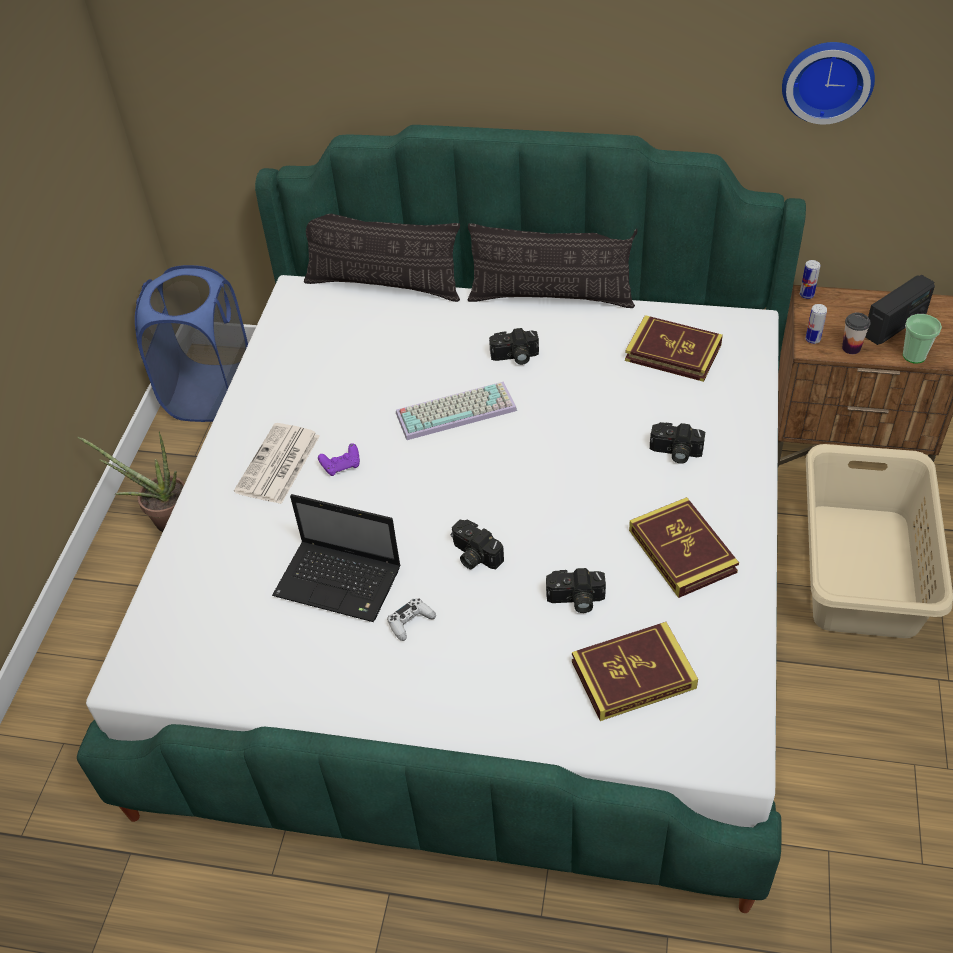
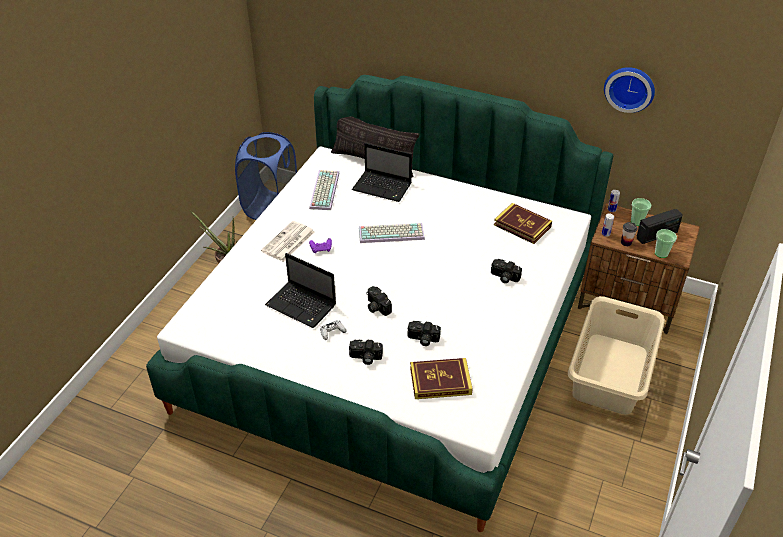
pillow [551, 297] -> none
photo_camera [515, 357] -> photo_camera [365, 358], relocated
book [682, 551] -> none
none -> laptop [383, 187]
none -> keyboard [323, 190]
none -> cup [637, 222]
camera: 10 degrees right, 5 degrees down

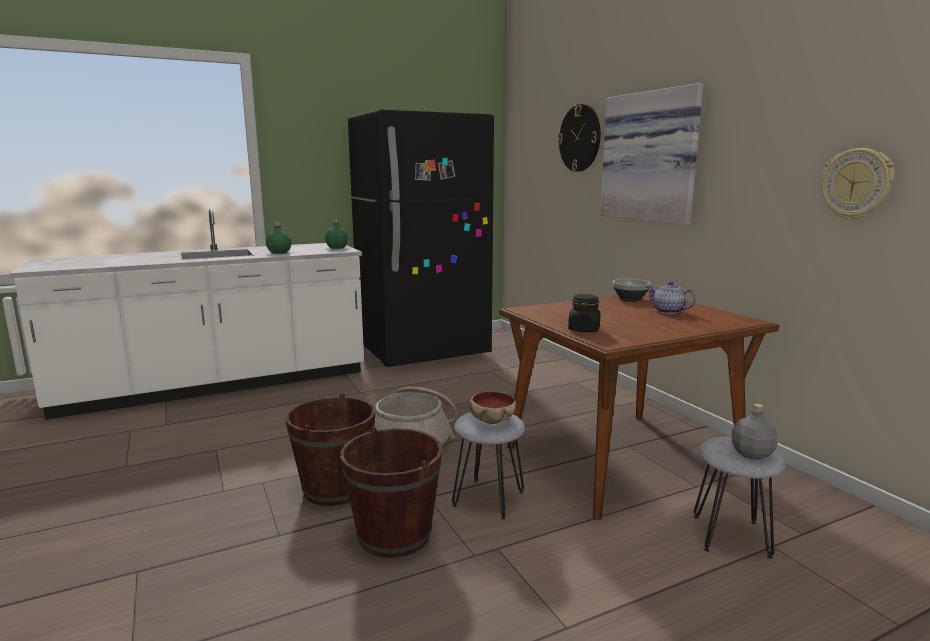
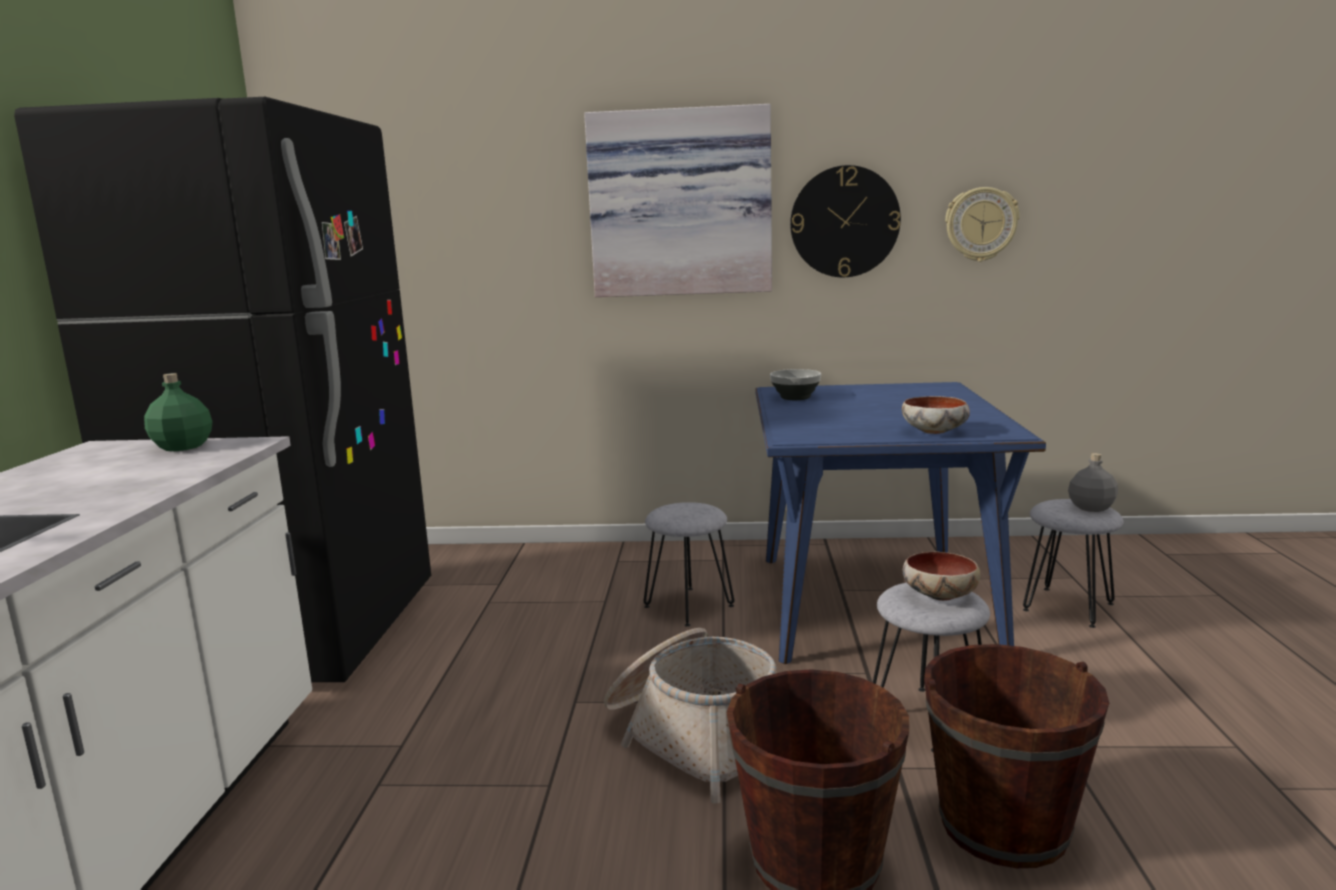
wall_clock [580, 138] -> wall_clock [844, 222], relocated
green_bottle [279, 252] -> none
teapot [668, 311] -> none
brown_dining_table [621, 459] -> blue_dining_table [873, 605]
black_jar [584, 329] -> bowl [935, 432]
none -> grey_stool [688, 606]
camera: 60 degrees left, 0 degrees up

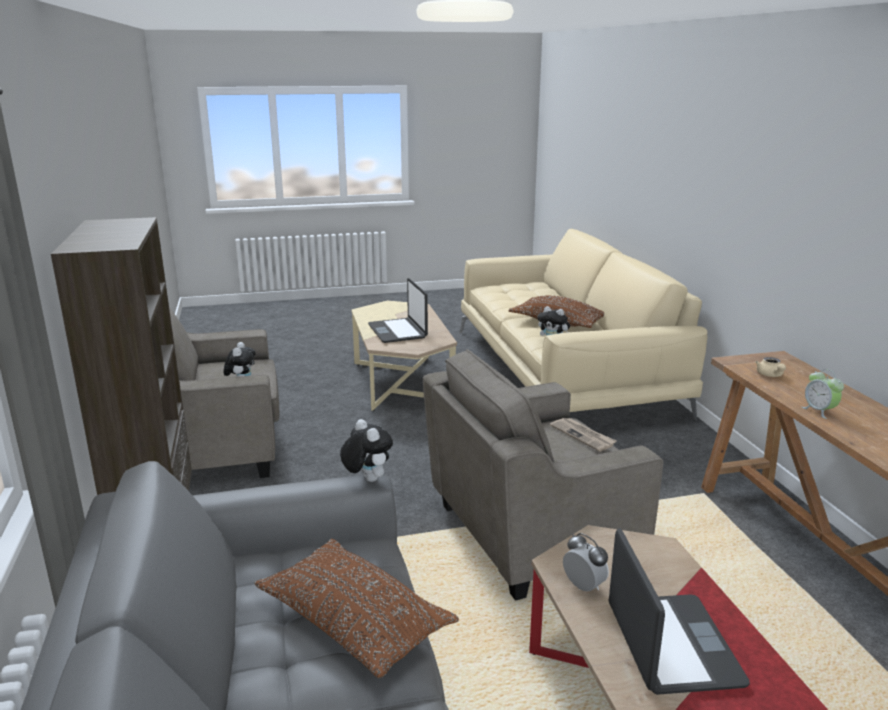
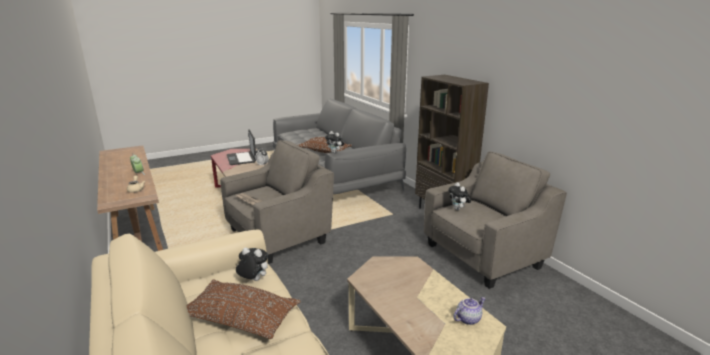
laptop [398, 331] -> none
none -> teapot [468, 319]
camera: 165 degrees right, 0 degrees up

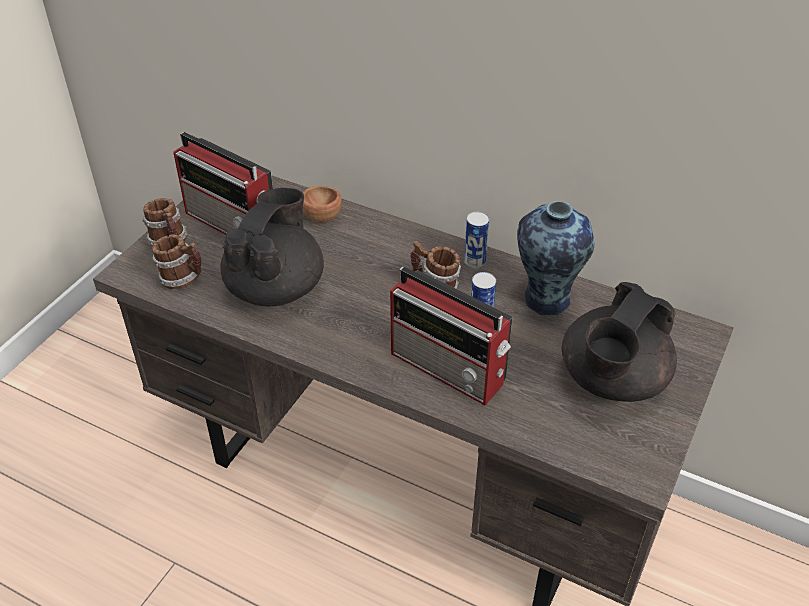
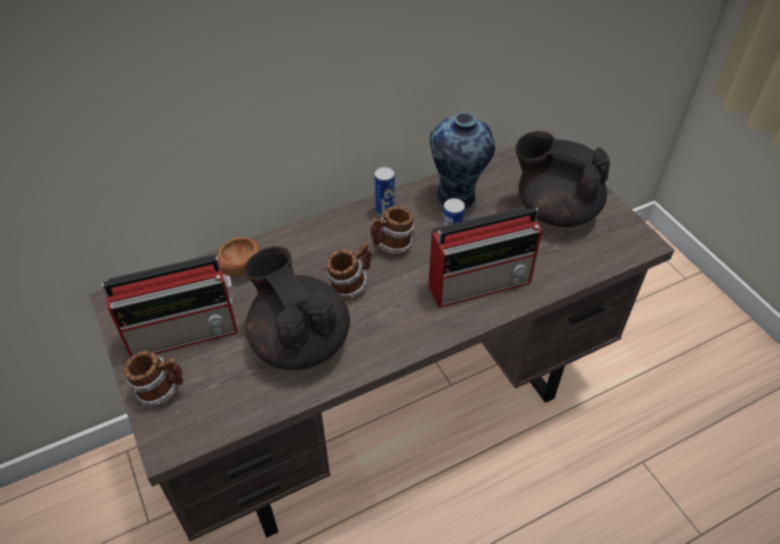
mug [183, 279] -> mug [350, 286], relocated
black_teapot [611, 381] -> black_teapot [555, 210], 135 degrees clockwise
camera: 55 degrees left, 5 degrees up

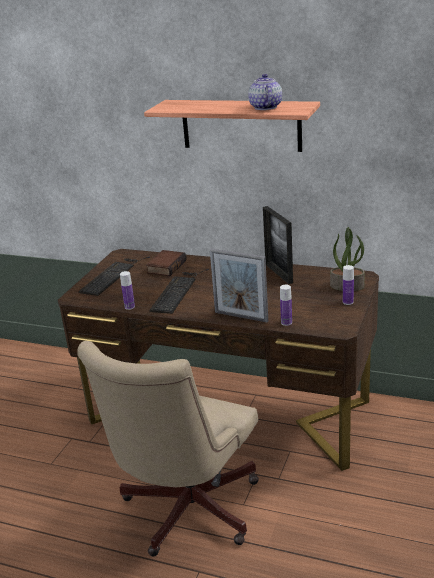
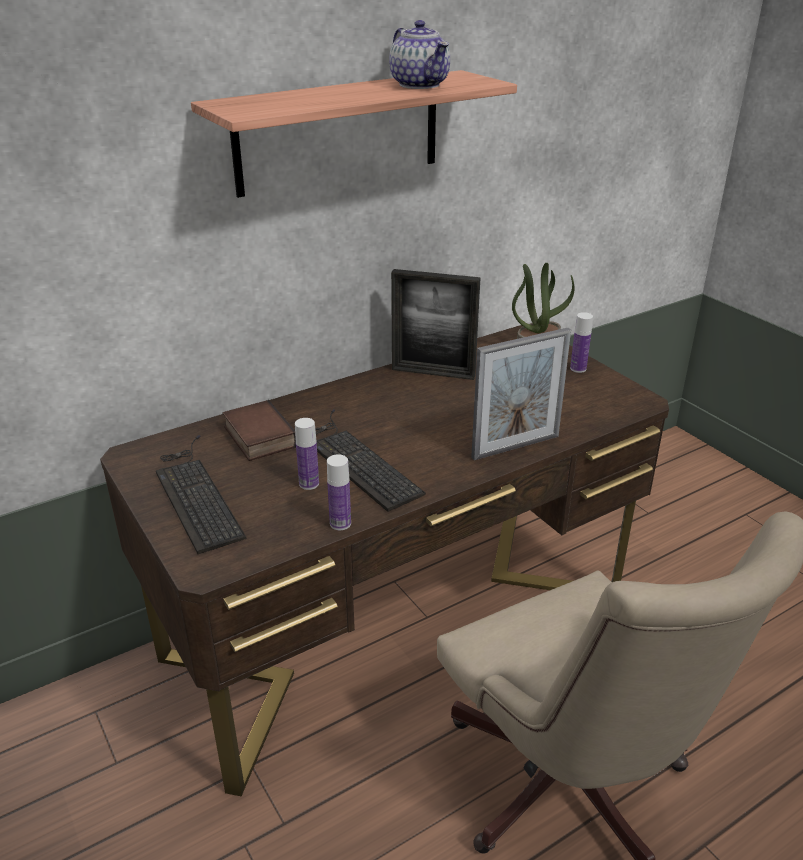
teapot [265, 107] -> teapot [420, 85], 150 degrees counterclockwise
bottle [286, 322] -> bottle [309, 484], relocated
camera: 55 degrees left, 5 degrees up

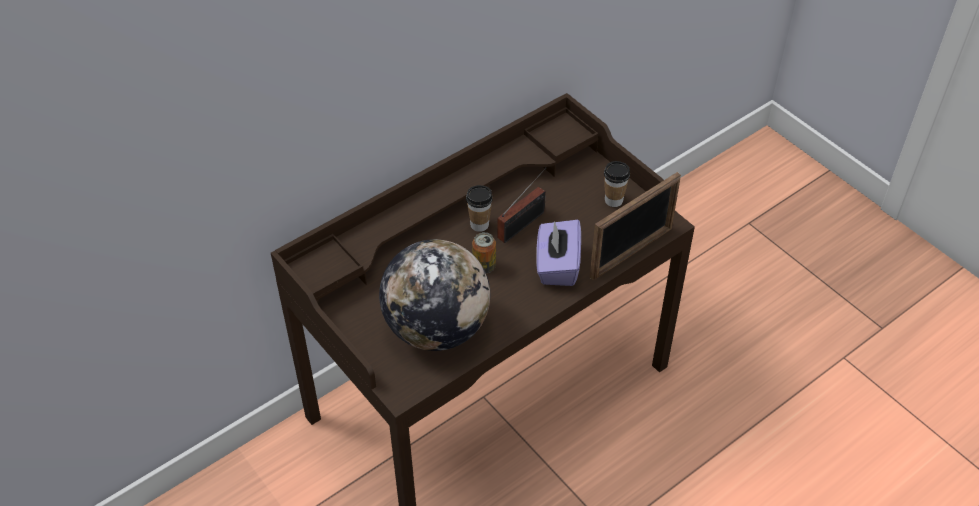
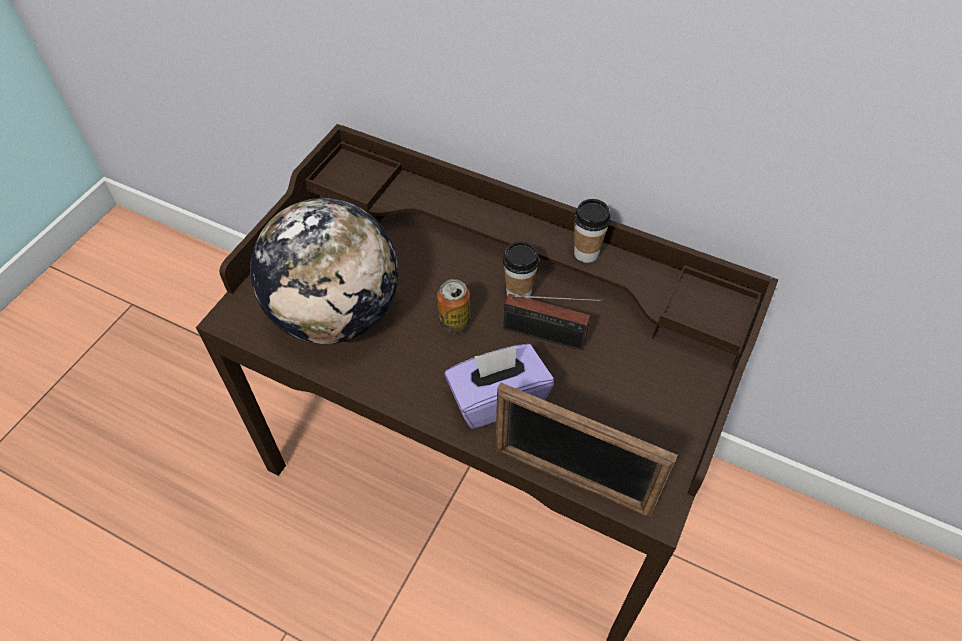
cup [613, 200] -> cup [586, 253], relocated
camera: 65 degrees right, 5 degrees up

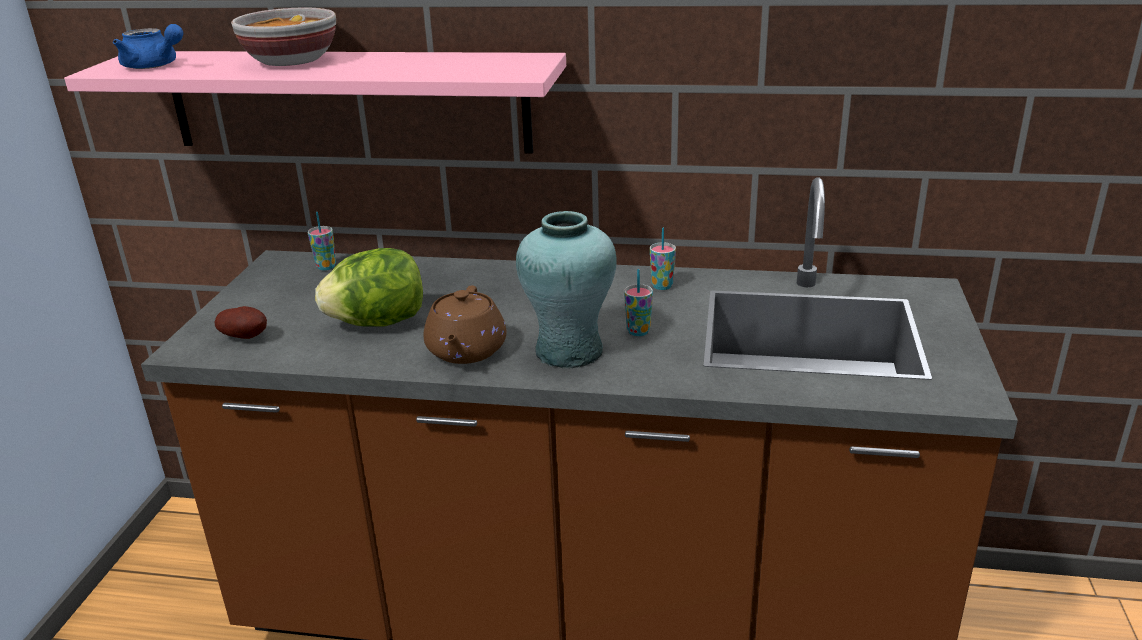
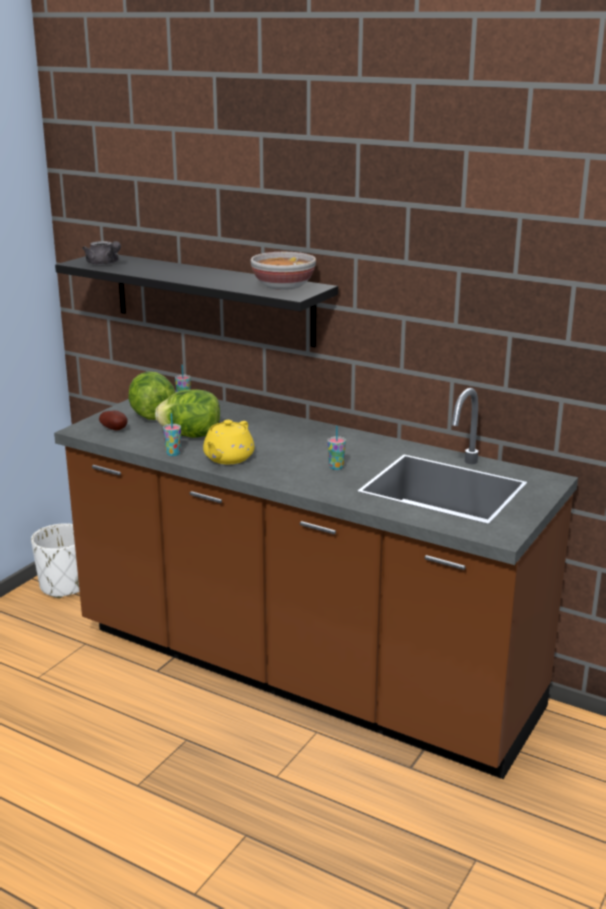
bowl [290, 61] -> bowl [282, 286], relocated
blue_teapot [154, 66] -> grey_teapot [104, 264]
pink_shelf [347, 101] -> black_shelf [212, 298]
turquoise_vase [568, 351] -> none
cup [662, 286] -> cup [173, 453], relocated
brown_teapot [466, 351] -> yellow_teapot [228, 458]
none -> lettuce [152, 415]
none -> white_planter [64, 586]
camera: 20 degrees right, 5 degrees down

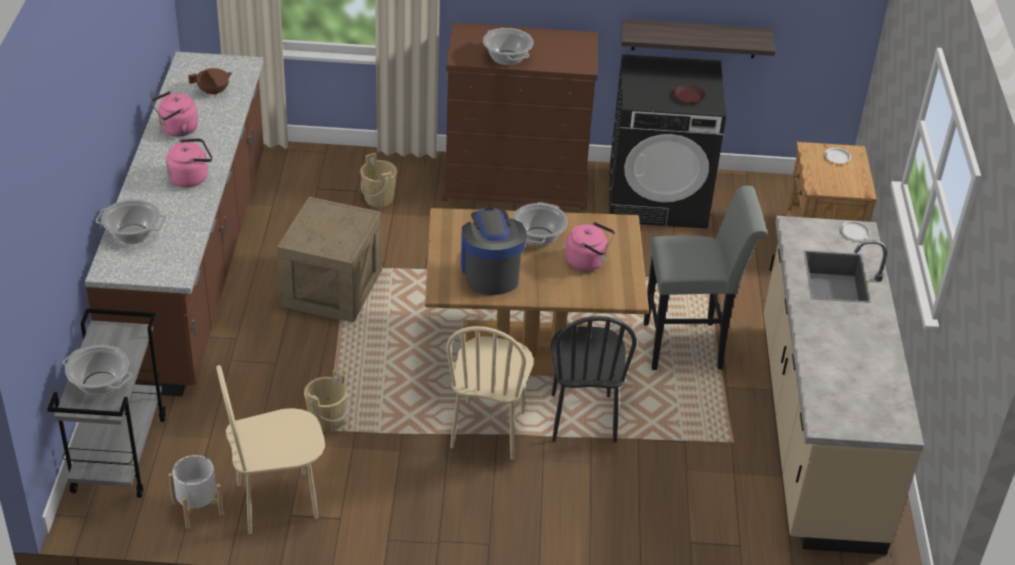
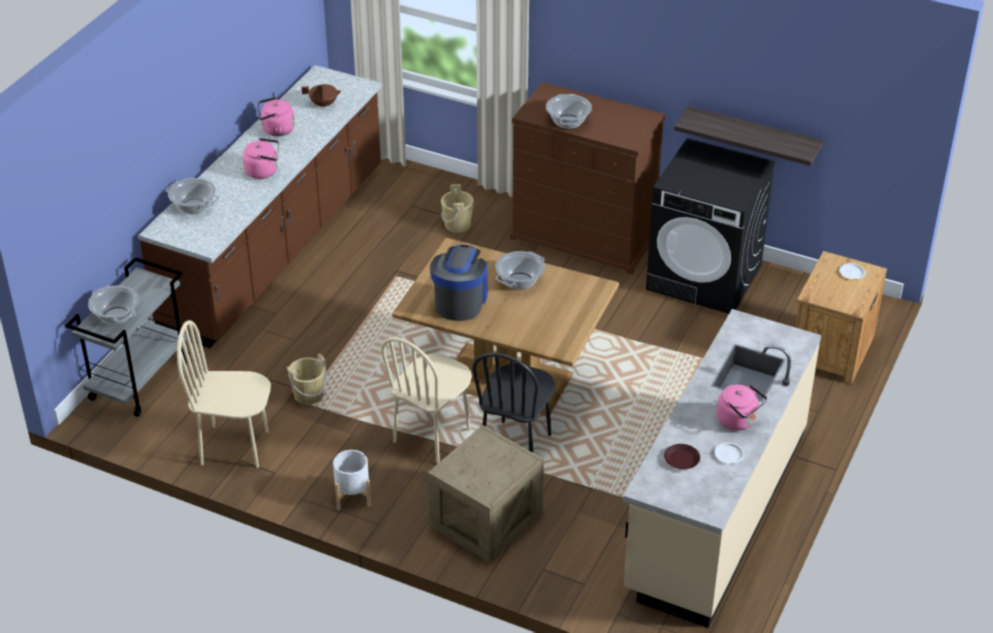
brown_plate [689, 97] -> brown_plate [682, 459], relocated
grey_stool [689, 346] -> none
crate [331, 289] -> crate [485, 520], relocated
white_plate [855, 232] -> white_plate [729, 455], relocated
pink_kettle [588, 261] -> pink_kettle [739, 421], relocated
white_planter [197, 508] -> white_planter [353, 496], relocated
camera: 25 degrees right, 0 degrees up

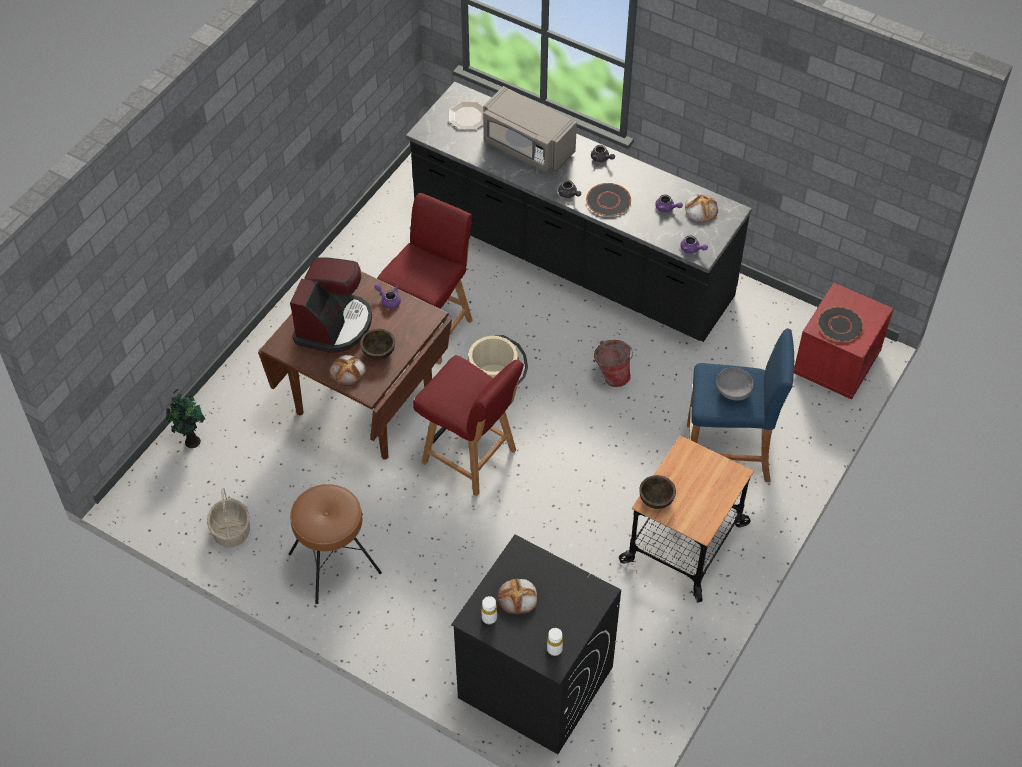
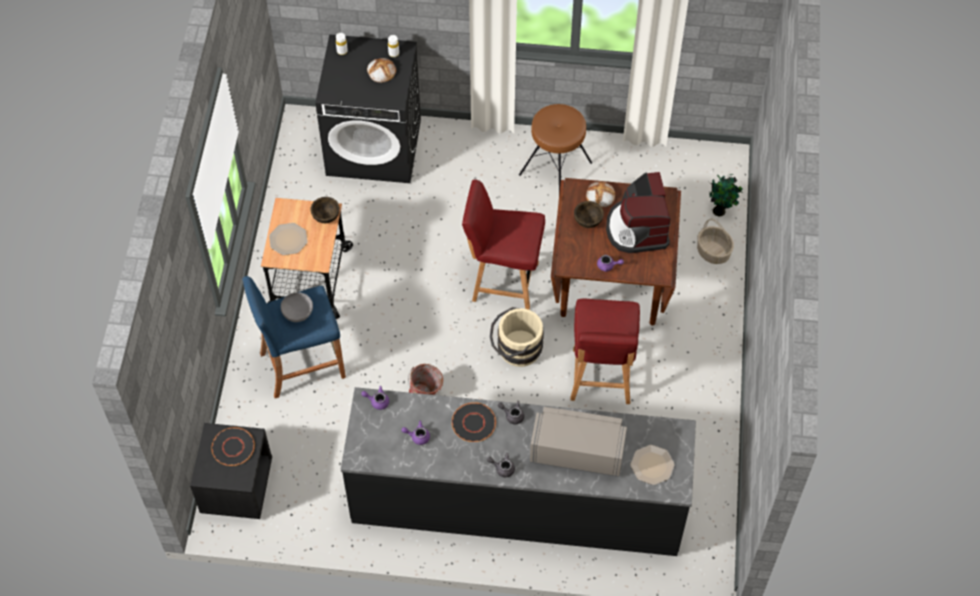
bread [700, 210] -> none
red_nightstand [836, 364] -> black_nightstand [236, 486]
basket [231, 530] -> basket [713, 252], relocated
none -> plate [288, 240]
camera: 155 degrees right, 5 degrees up

